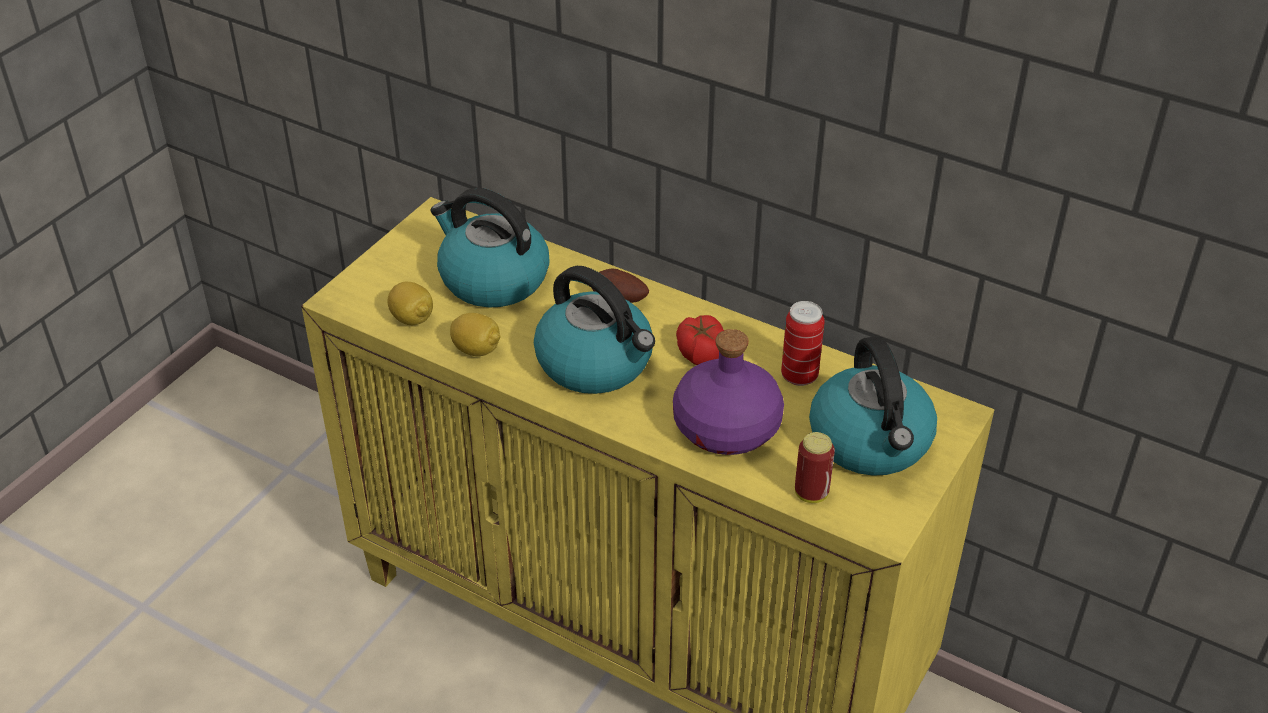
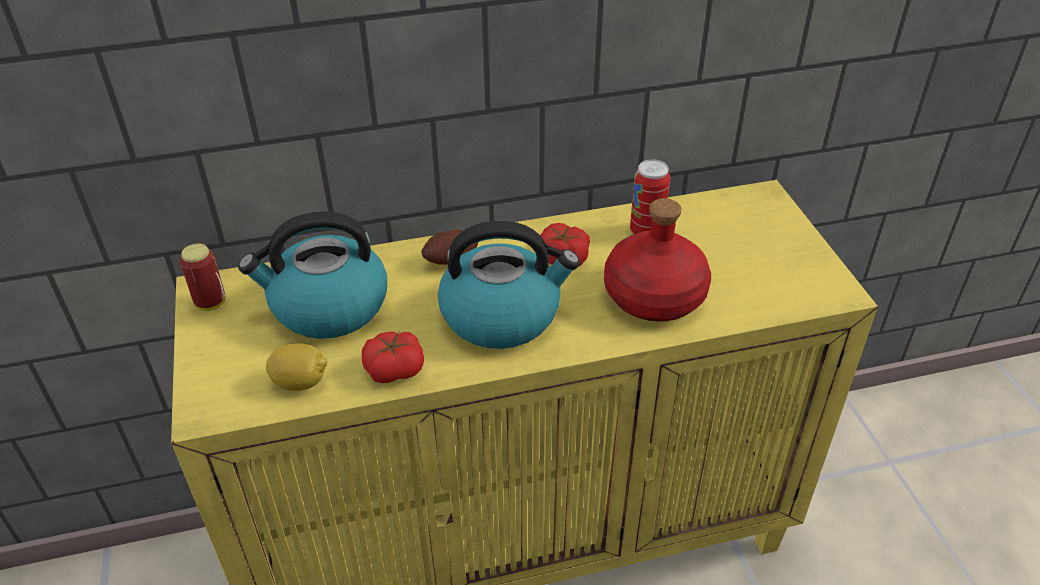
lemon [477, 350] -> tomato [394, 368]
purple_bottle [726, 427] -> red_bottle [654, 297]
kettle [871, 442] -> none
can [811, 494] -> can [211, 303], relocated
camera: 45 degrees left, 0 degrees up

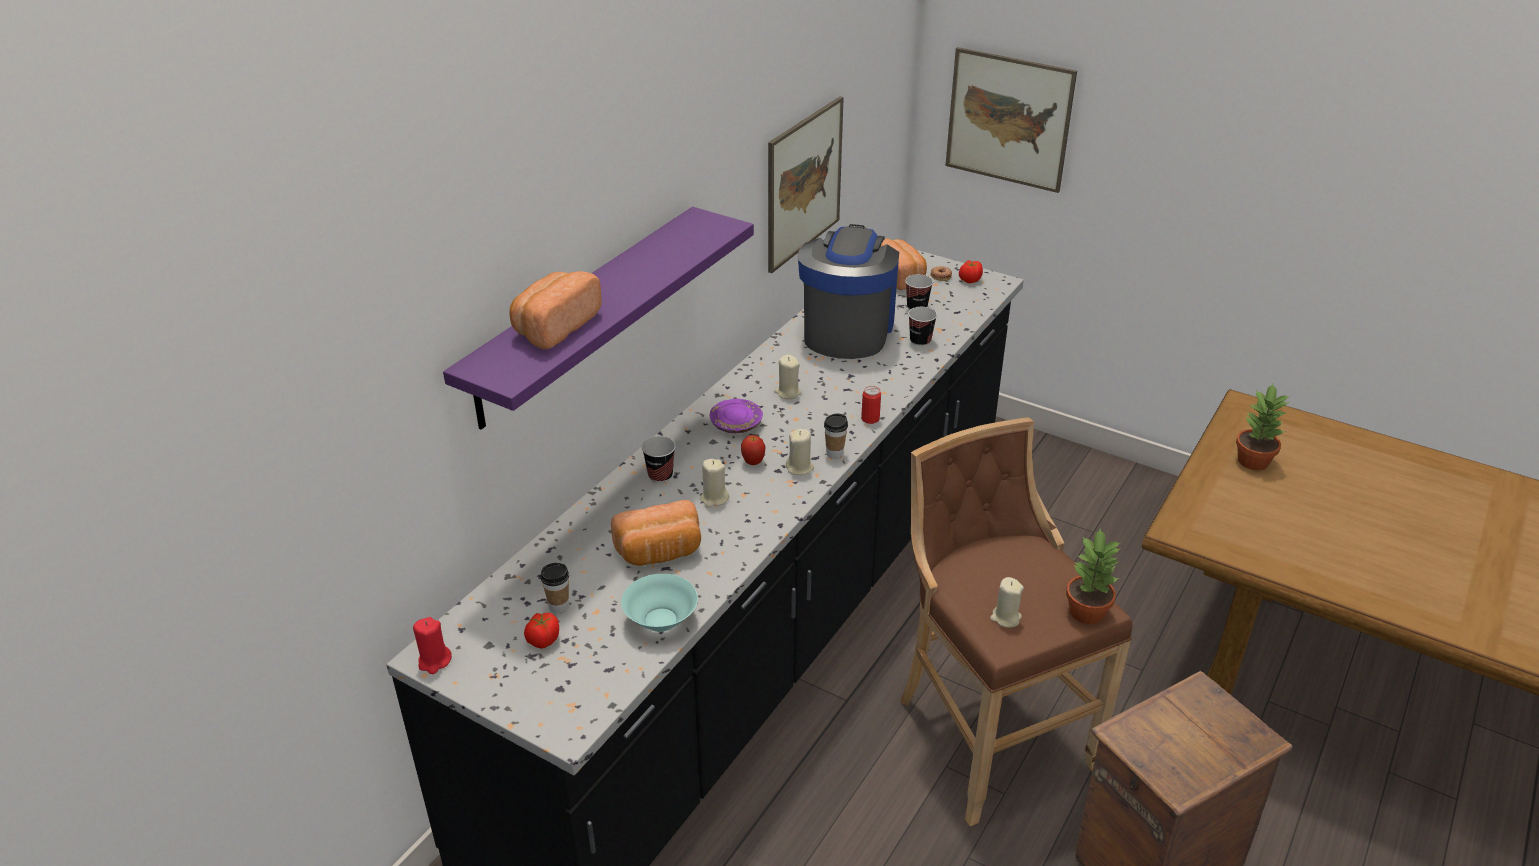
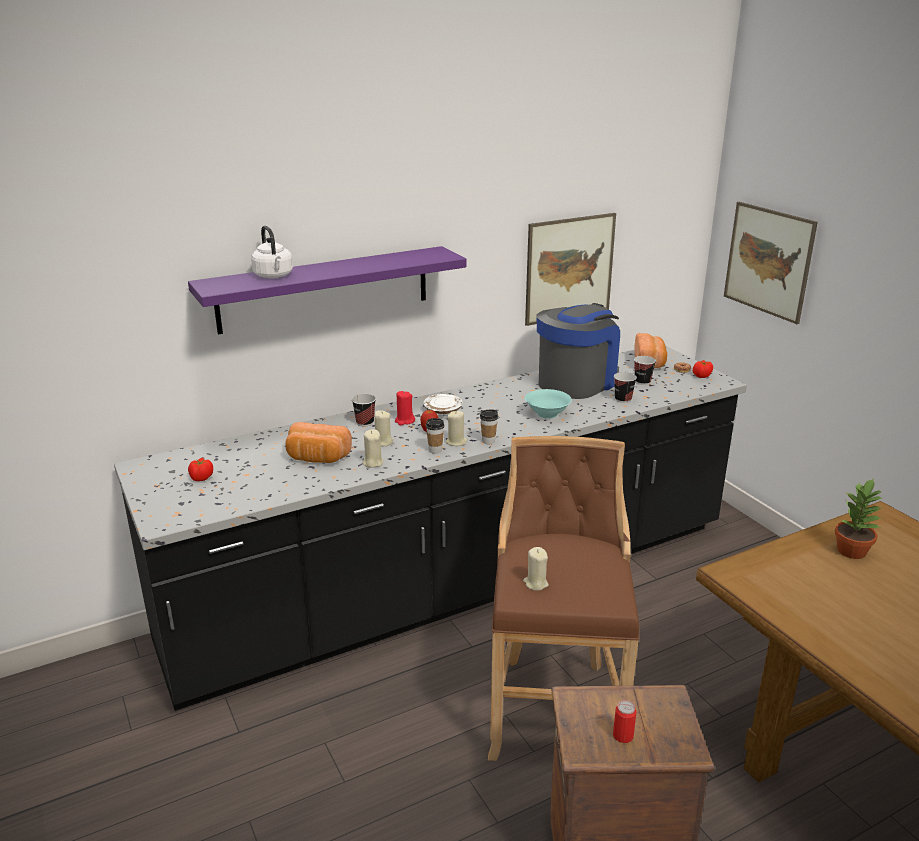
bread [554, 327] -> white_kettle [274, 276]
beige_candle [787, 392] -> beige_candle [372, 463], relocated
can [870, 419] -> can [623, 736], relocated
purple_plate [736, 424] -> white_plate [443, 410]
potted_plant [1087, 612] -> none
cup [559, 606] -> cup [435, 450], relocated
turquoise_bowl [660, 620] -> turquoise_bowl [547, 414], relocated
red_candle [434, 661] -> red_candle [404, 421], relocated
camera: 30 degrees right, 10 degrees down

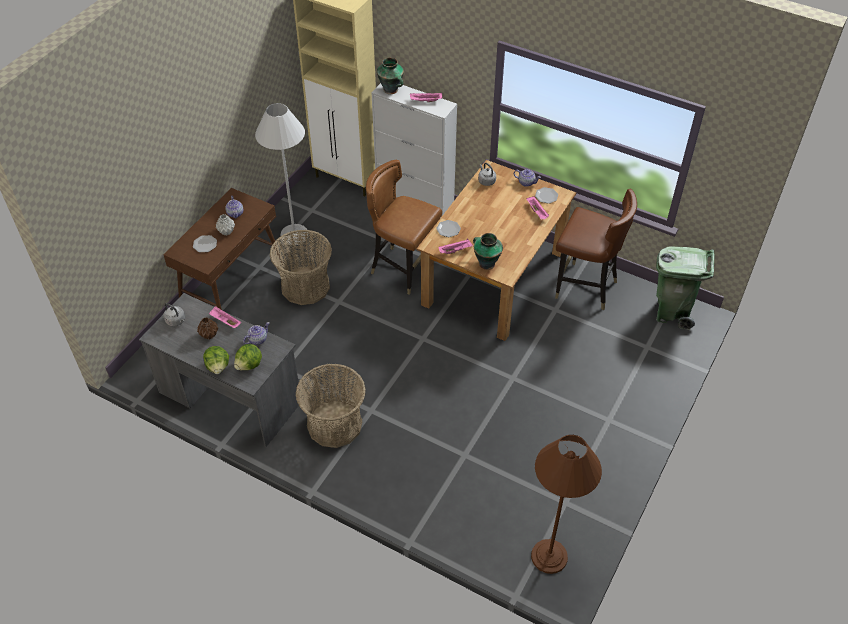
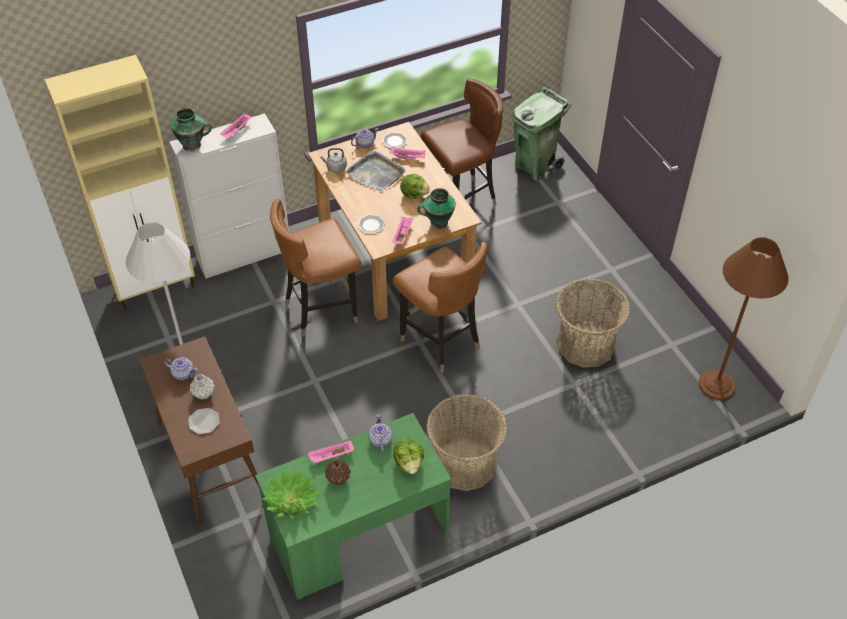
basket [305, 286] -> basket [586, 344], relocated
grey_desk [230, 397] -> green_desk [358, 535]
grey_kettle [176, 321] -> potted_plant [291, 500]
lettuce [218, 366] -> lettuce [414, 194], relocated
none -> grey_tray [376, 173]
none -> brown_chair [440, 341]
camera: 55 degrees left, 0 degrees up

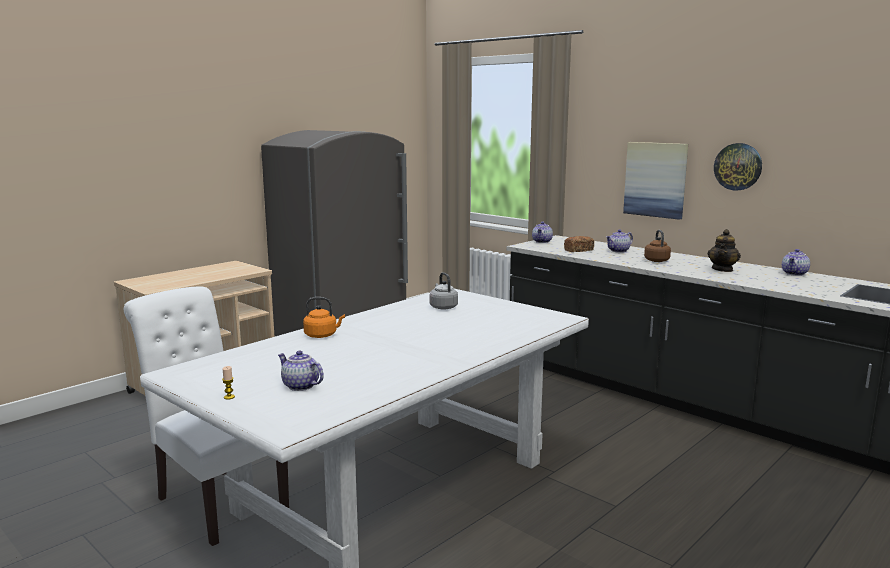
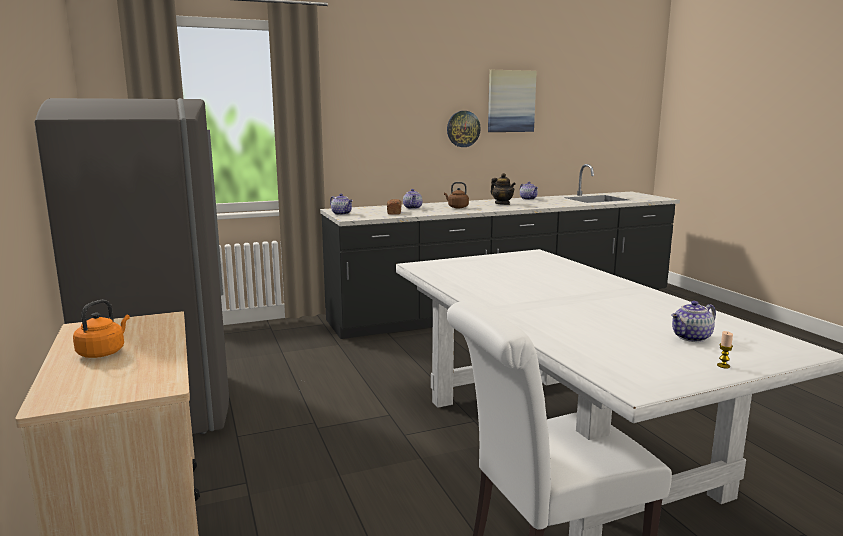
picture [655, 179] -> picture [511, 101], relocated
grey_kettle [443, 307] -> none
orange_kettle [322, 335] -> orange_kettle [103, 352], relocated
camera: 65 degrees left, 0 degrees up

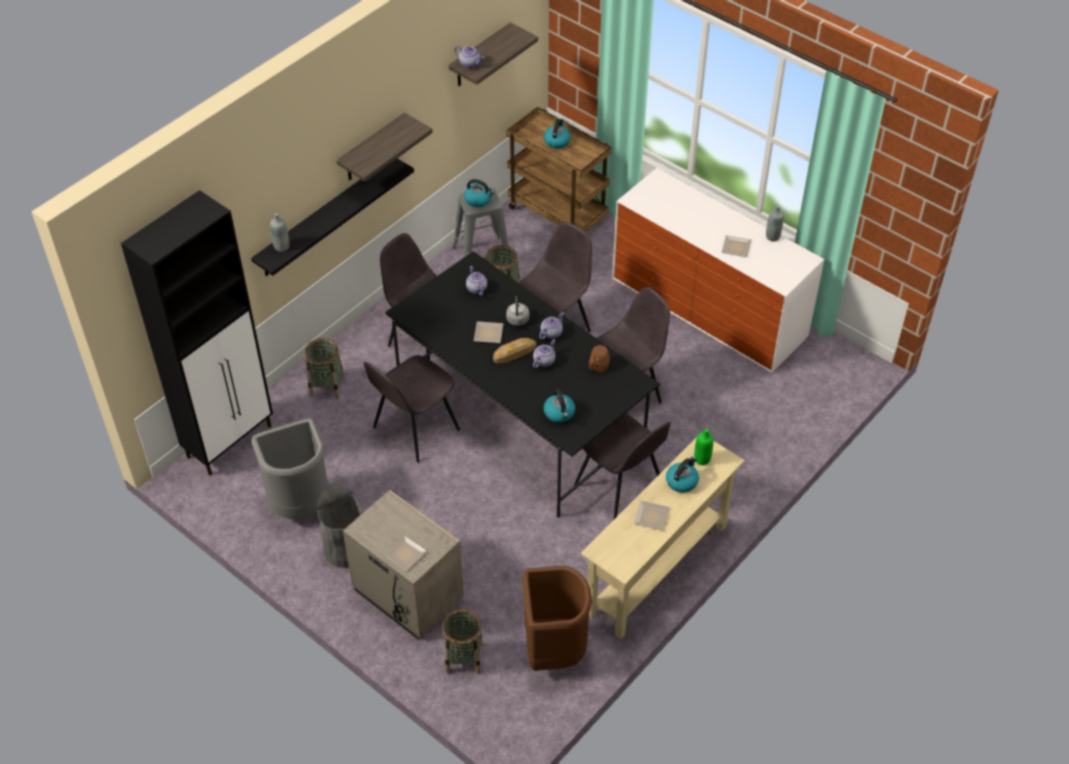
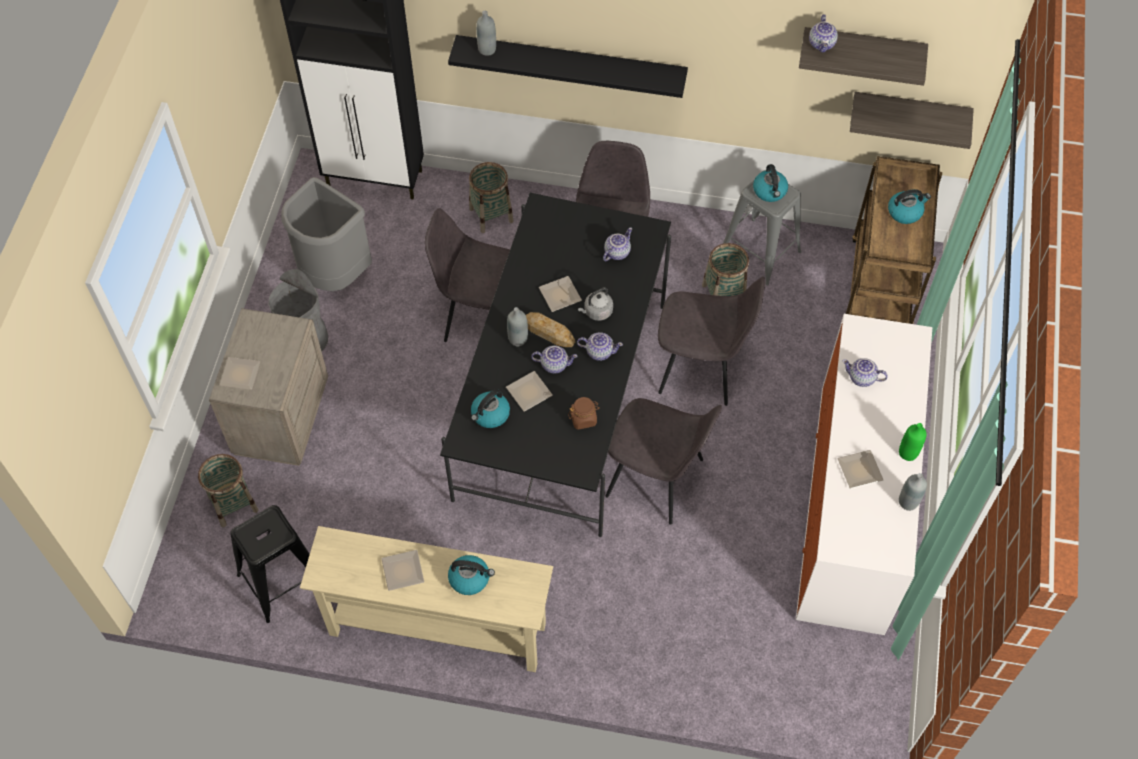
shelf [372, 149] -> shelf [909, 113], relocated
grey_chair [620, 487] -> none
green_bottle [702, 459] -> green_bottle [908, 453], relocated
brown_trash_can [554, 651] -> black_stool [282, 580]
none -> grey_bottle [518, 339]
none -> teapot [861, 378]
none -> plate [531, 393]
camera: 60 degrees right, 10 degrees up

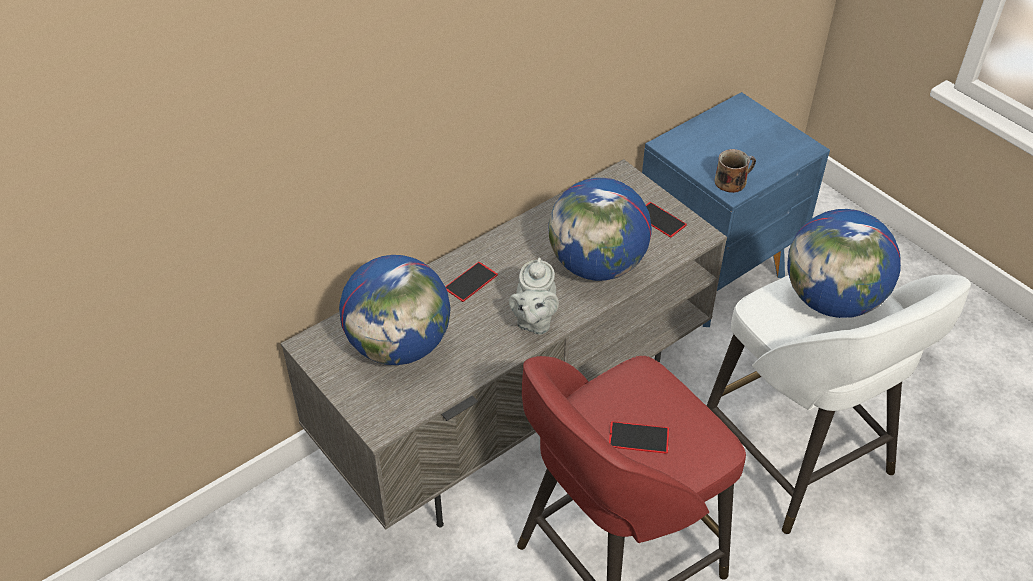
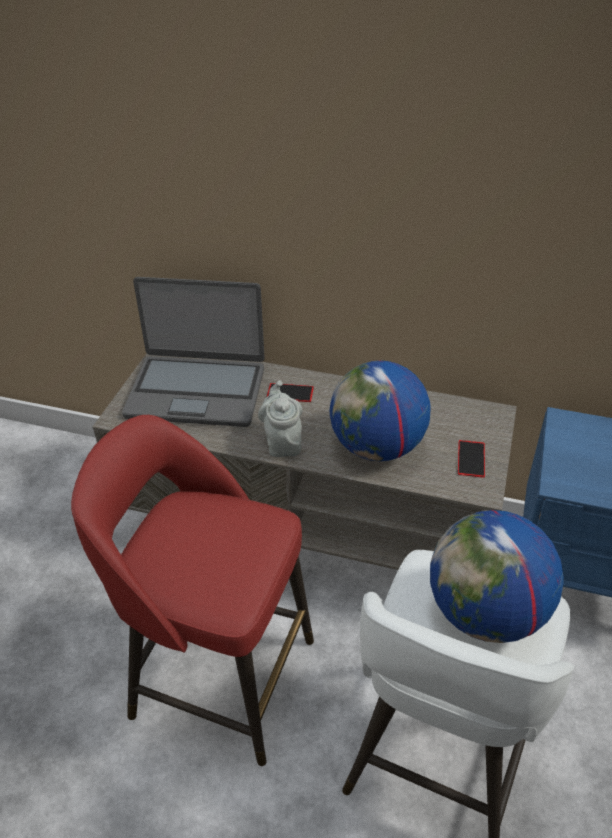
mug [732, 181] -> none
globe [399, 345] -> laptop [197, 391]
grey_teapot [534, 321] -> grey_teapot [282, 442], 105 degrees clockwise
phone [639, 437] -> none
camera: 55 degrees right, 5 degrees down

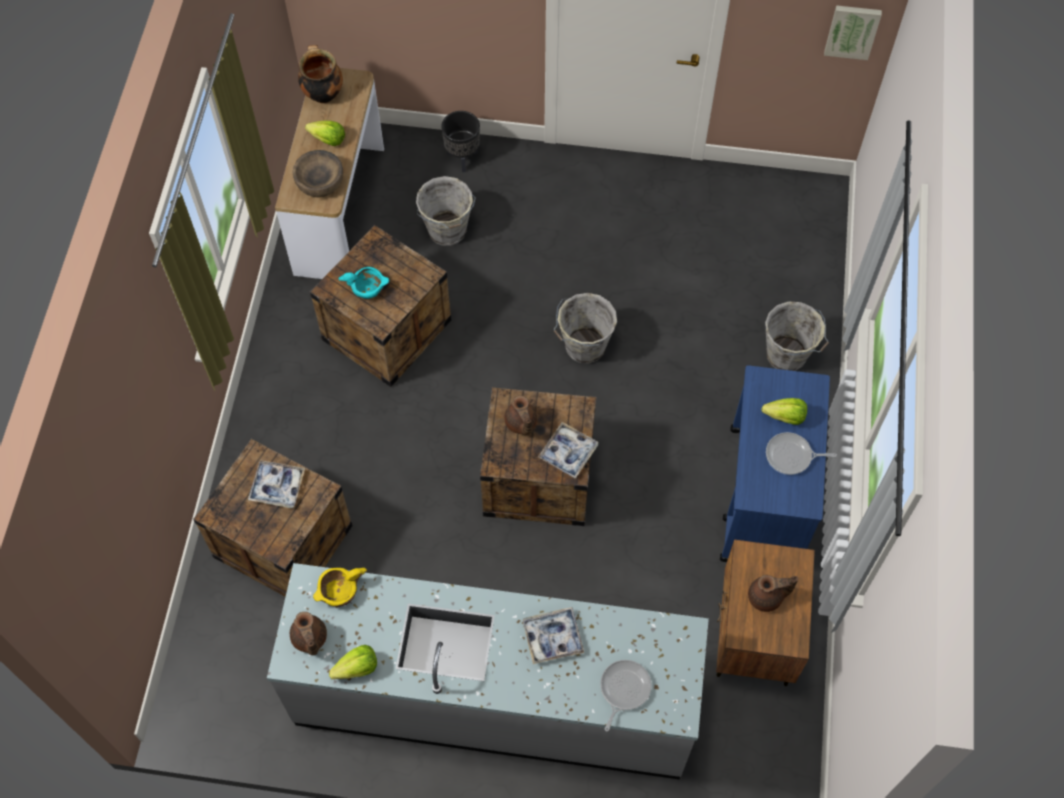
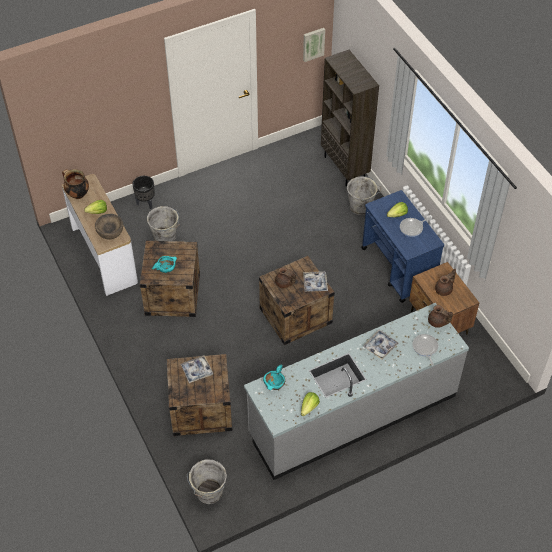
grey_bucket [583, 347] -> grey_bucket [208, 493], relocated
yellow_bowl [339, 591] -> turquoise_bowl [274, 383]
brown_teapot [309, 639] -> brown_teapot [437, 322], relocated
none -> brown_bookcase [345, 168]
camera: 35 degrees left, 10 degrees down

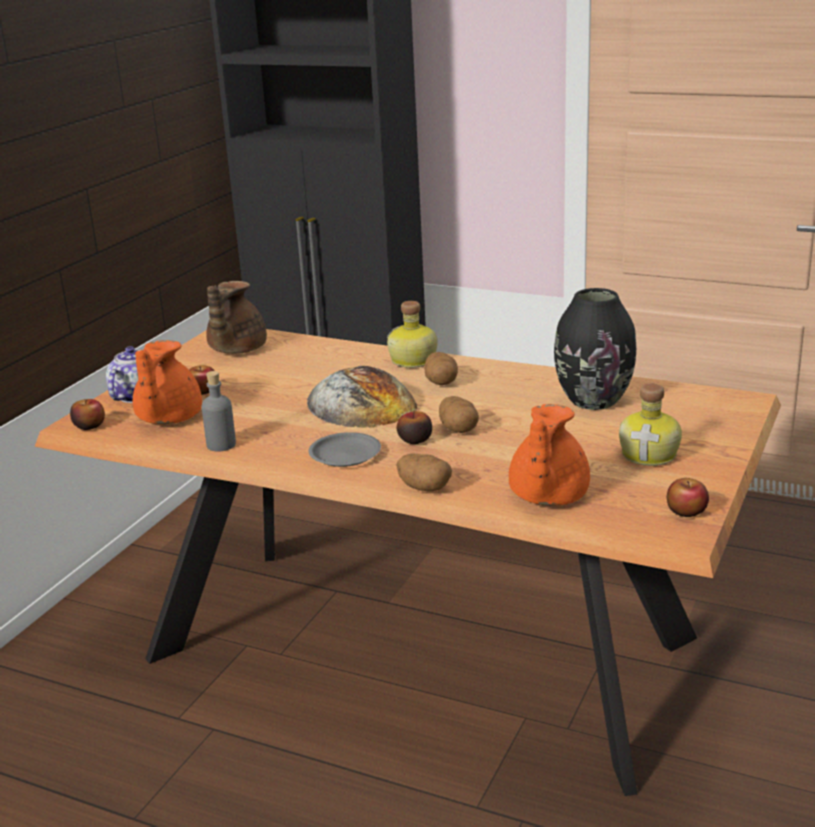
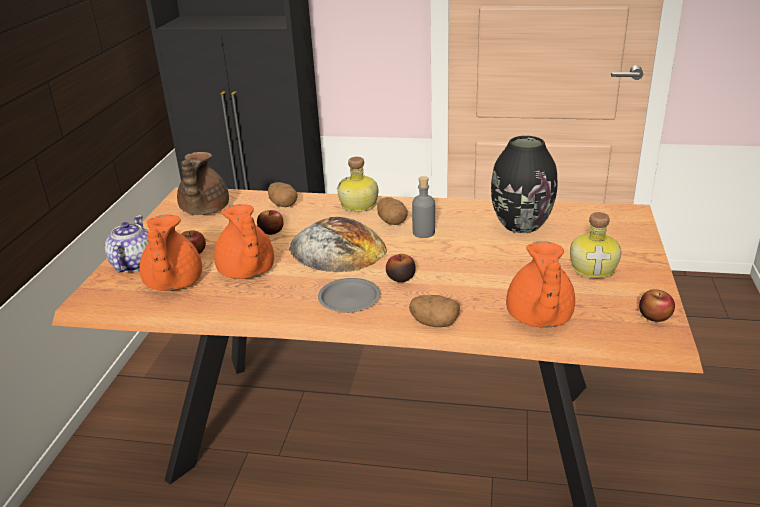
grey_bottle [221, 445] -> grey_bottle [423, 232], relocated
potato [458, 429] -> potato [283, 204], relocated
apple [89, 426] -> apple [271, 231], relocated
none -> orange_teapot [246, 272]
camera: 15 degrees left, 5 degrees up

